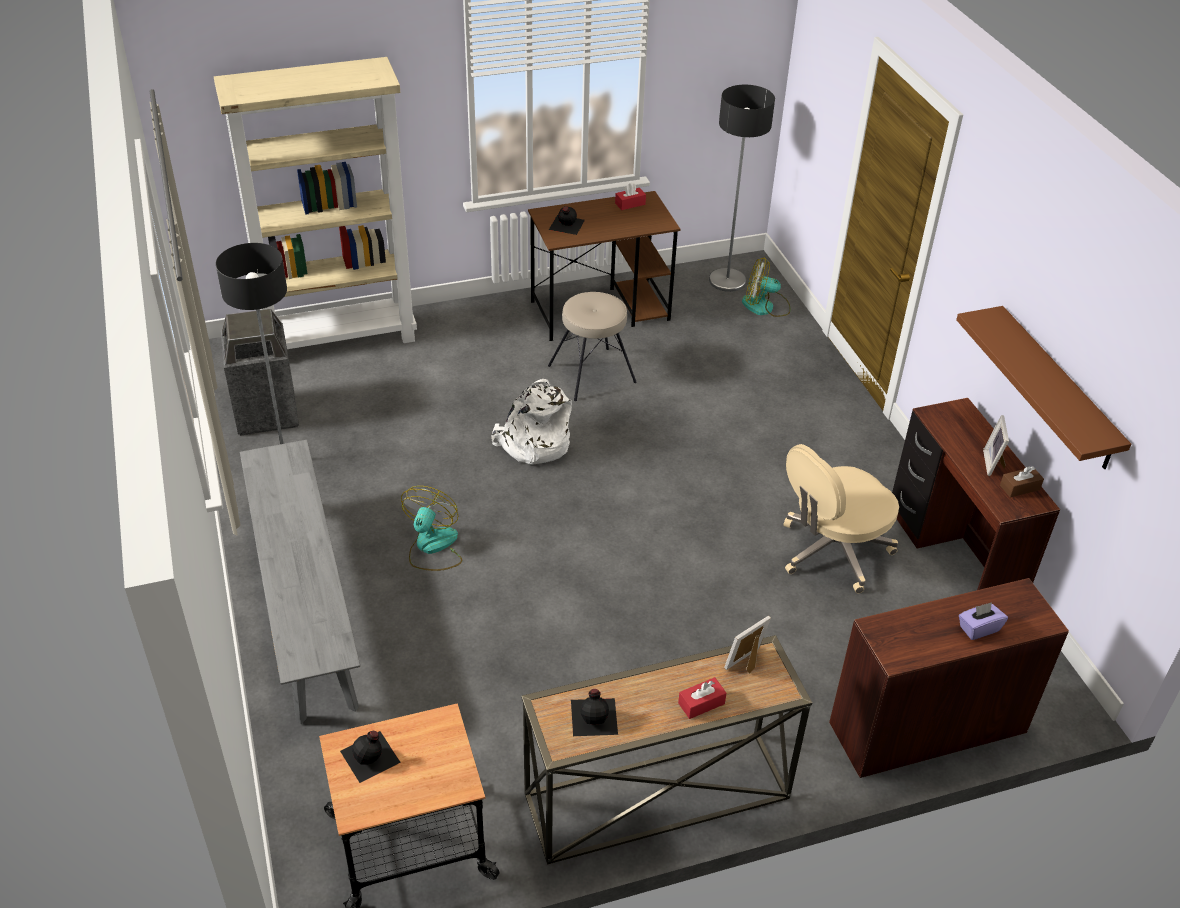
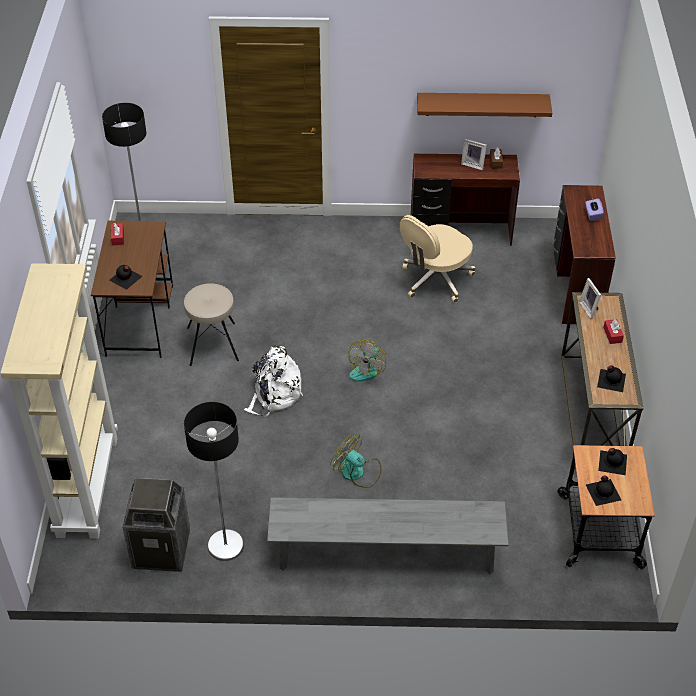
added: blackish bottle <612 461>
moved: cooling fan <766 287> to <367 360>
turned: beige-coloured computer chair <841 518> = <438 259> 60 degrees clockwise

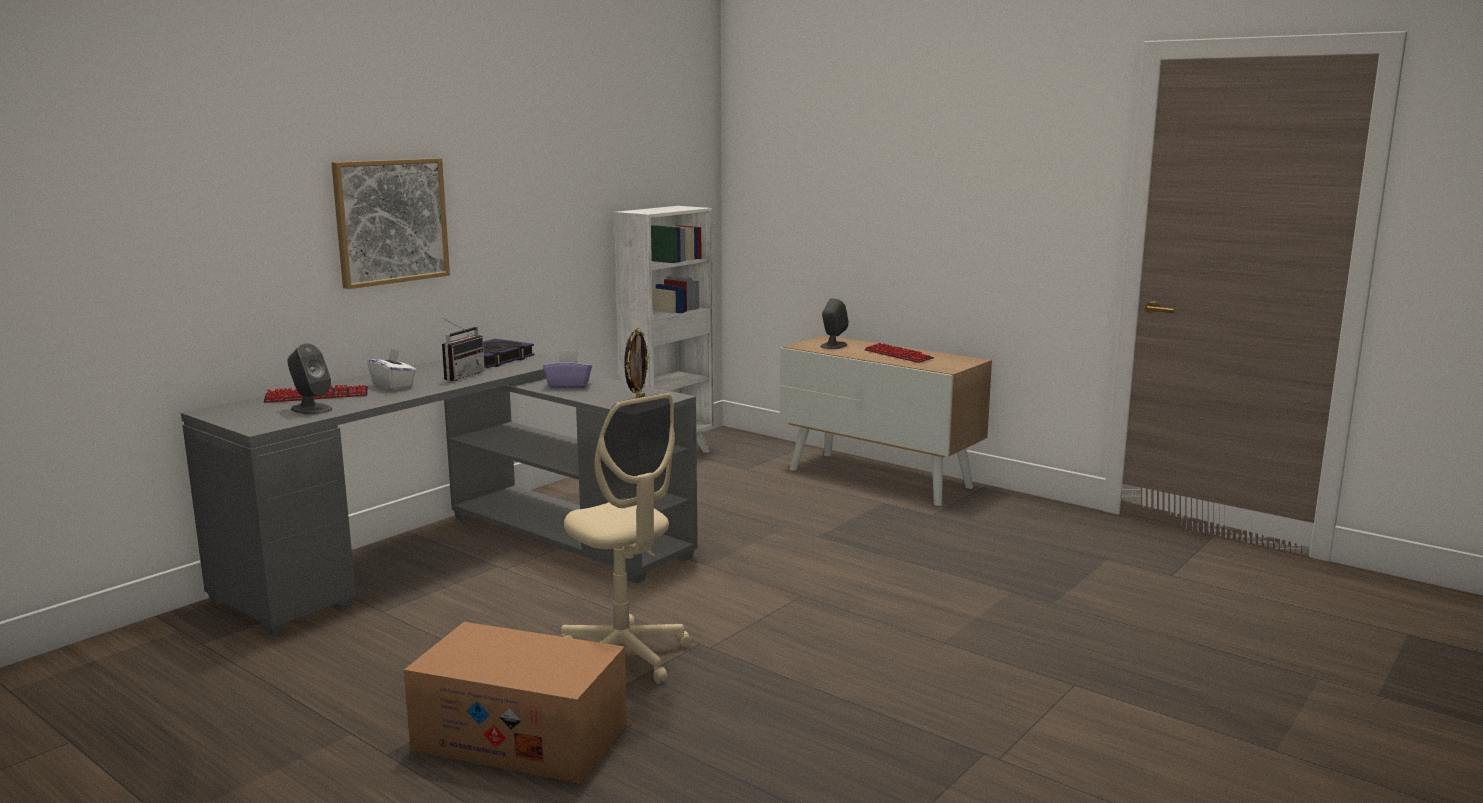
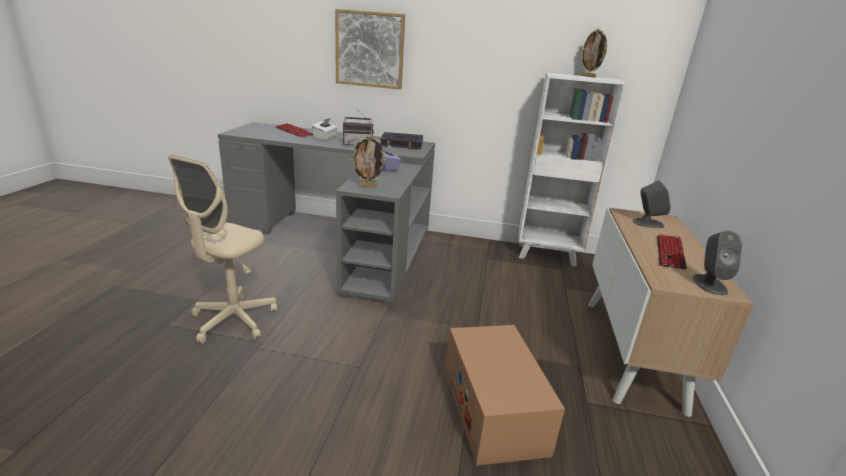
added: picture frame <594 53>
moved: greyish audio speaker <310 379> to <717 263>; cardboard box <515 703> to <505 395>

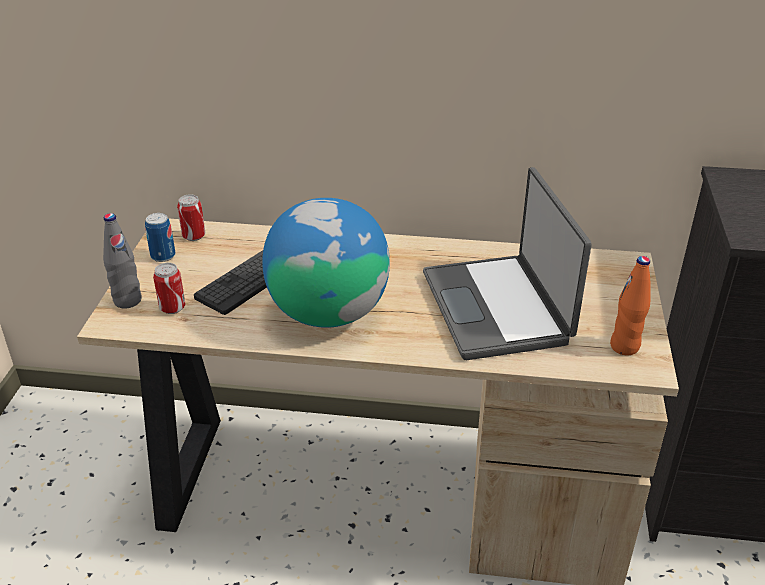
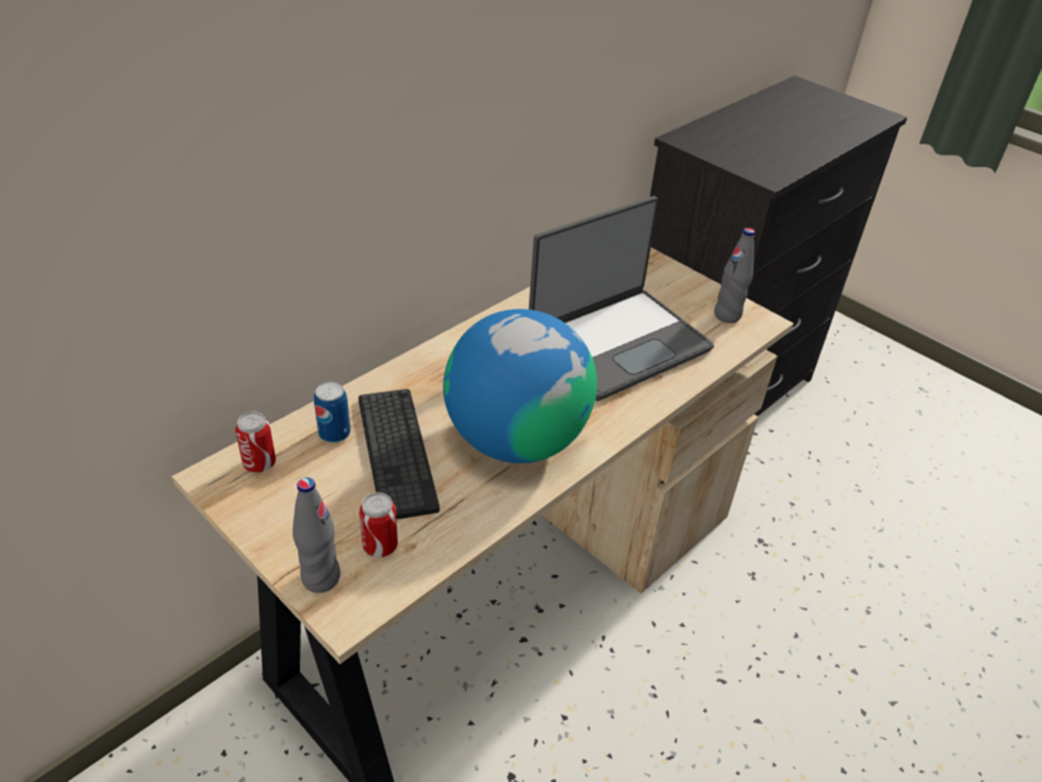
moved: metal can <160 237> to <332 412>
recoloured: orangey bottle <630 305> to greyish bottle <734 275>
turned: notebook computer <507 263> = <621 298> 60 degrees counterclockwise

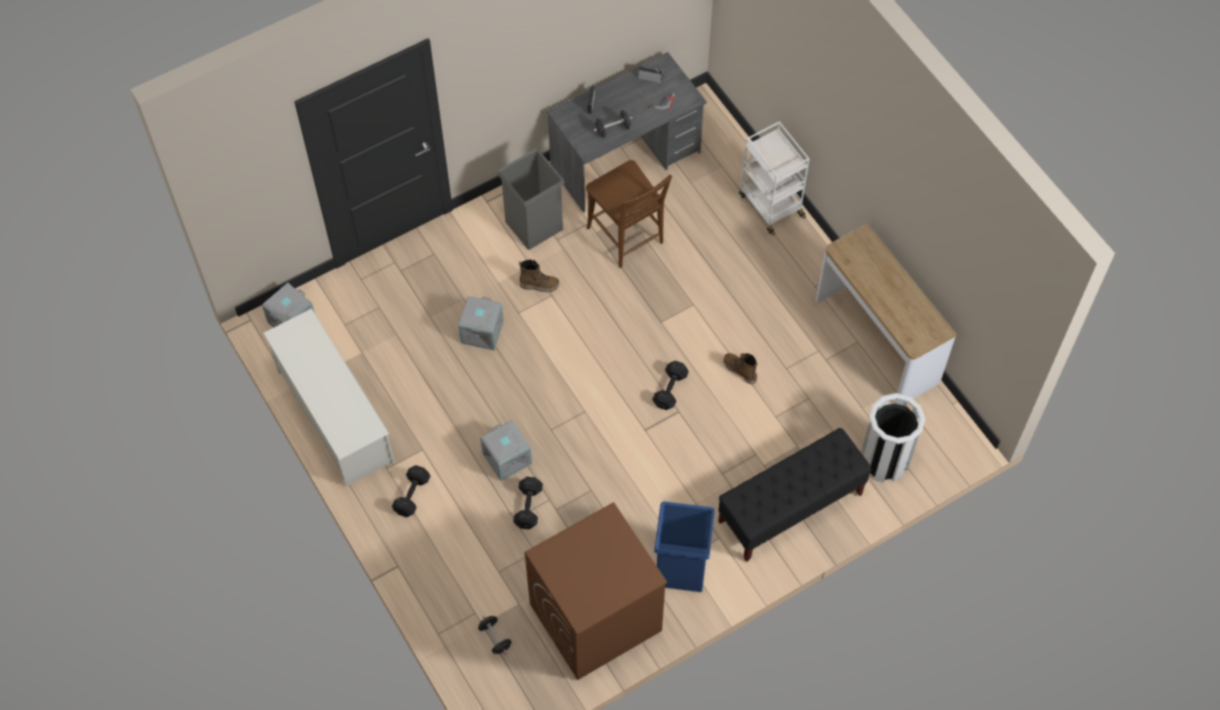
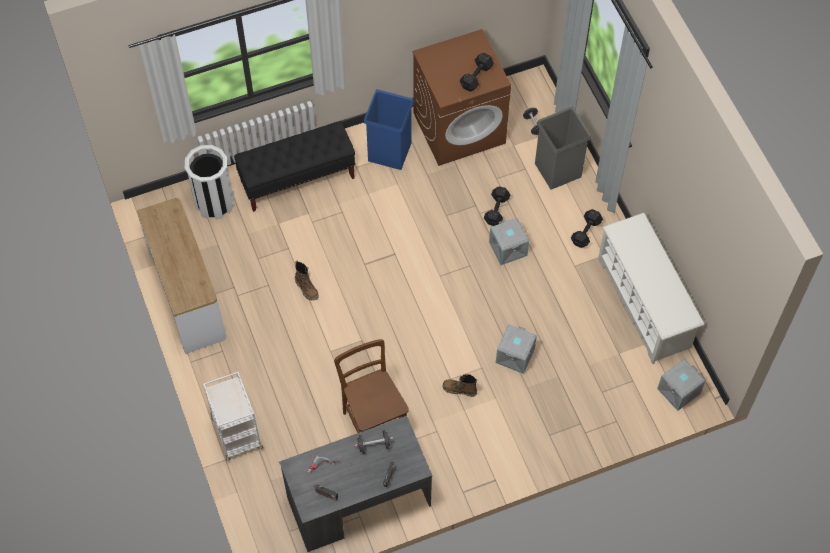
moved: greyish rubbish bin <531 199> to <563 148>; blackish dumbbell <670 385> to <477 72>

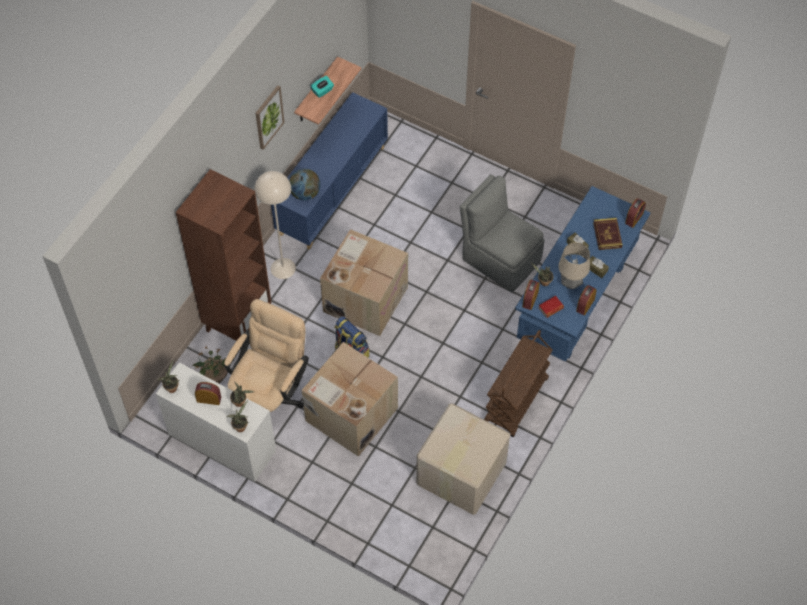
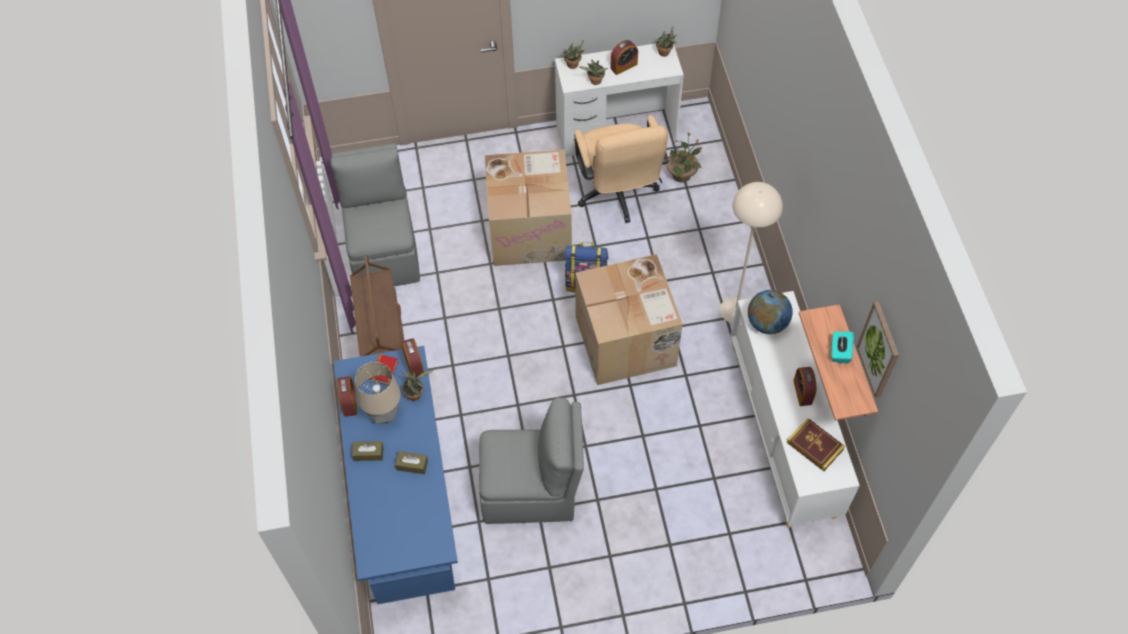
removed: brown-coloured shelving unit <224 255>
moved: wall art <270 117> to <878 350>; bedside clock <635 213> to <804 386>; bound book <607 234> to <816 444>
replaced: cardboard box <463 459> to greyish chair <375 215>
recoloured: bluish cupboard <329 171> to white cupboard <795 409>

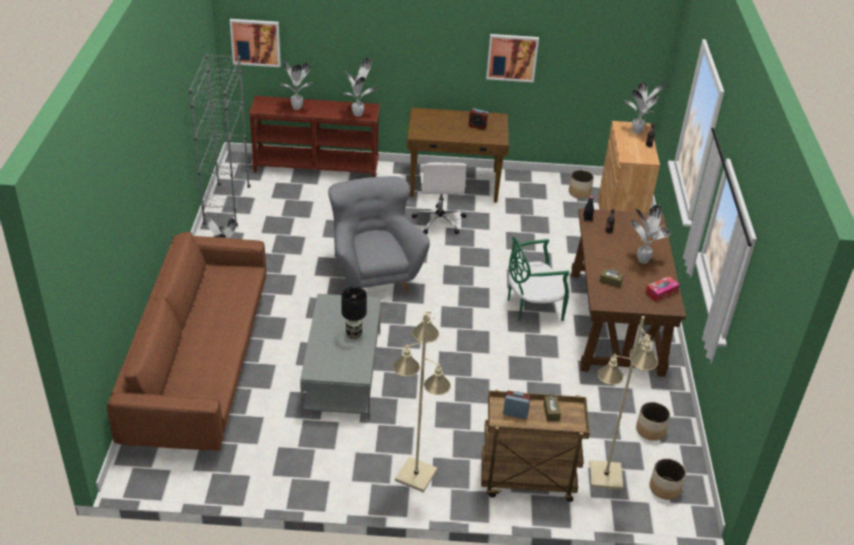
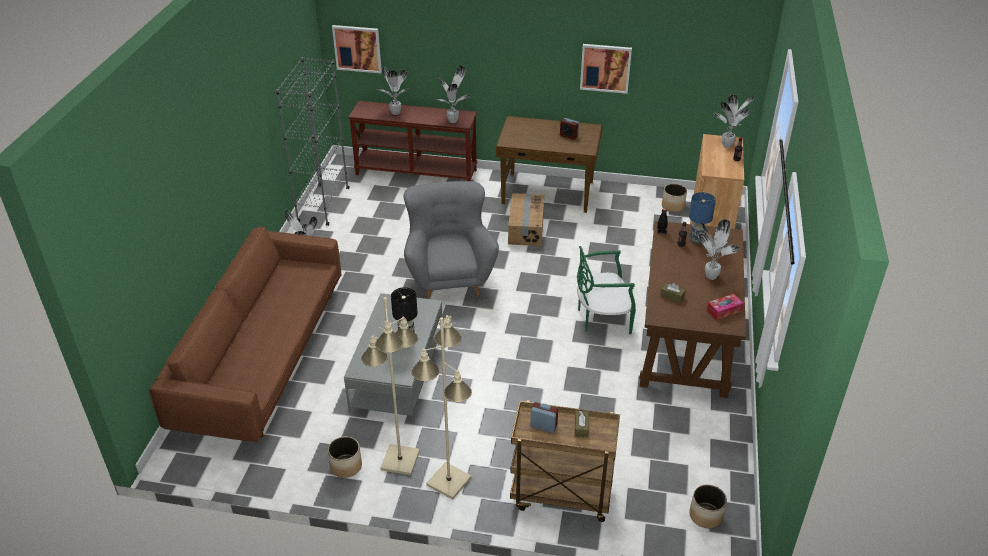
added: bluish table lamp <702 218>
moved: beige-coloured floor lamp <623 403> to <390 386>; planter <653 421> to <345 457>
replaced: white computer chair <439 198> to cardboard box <526 219>

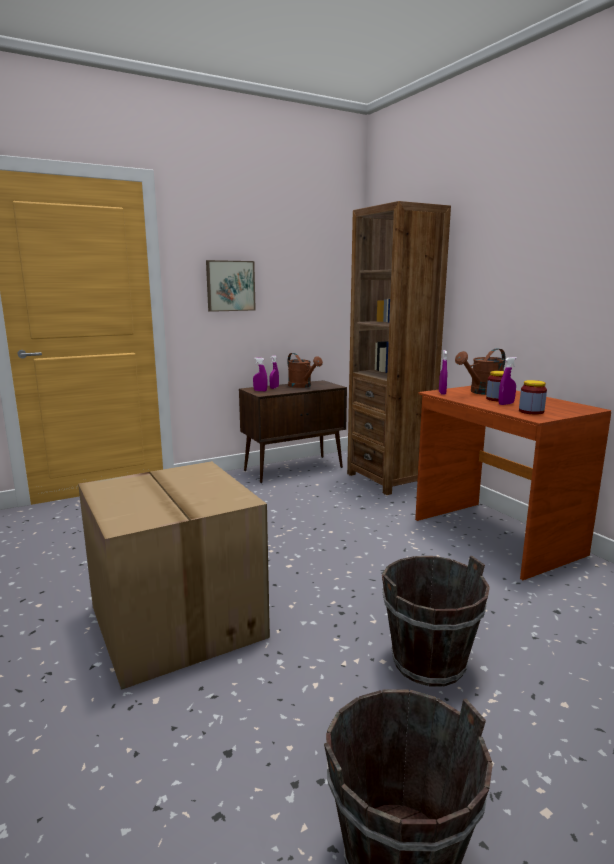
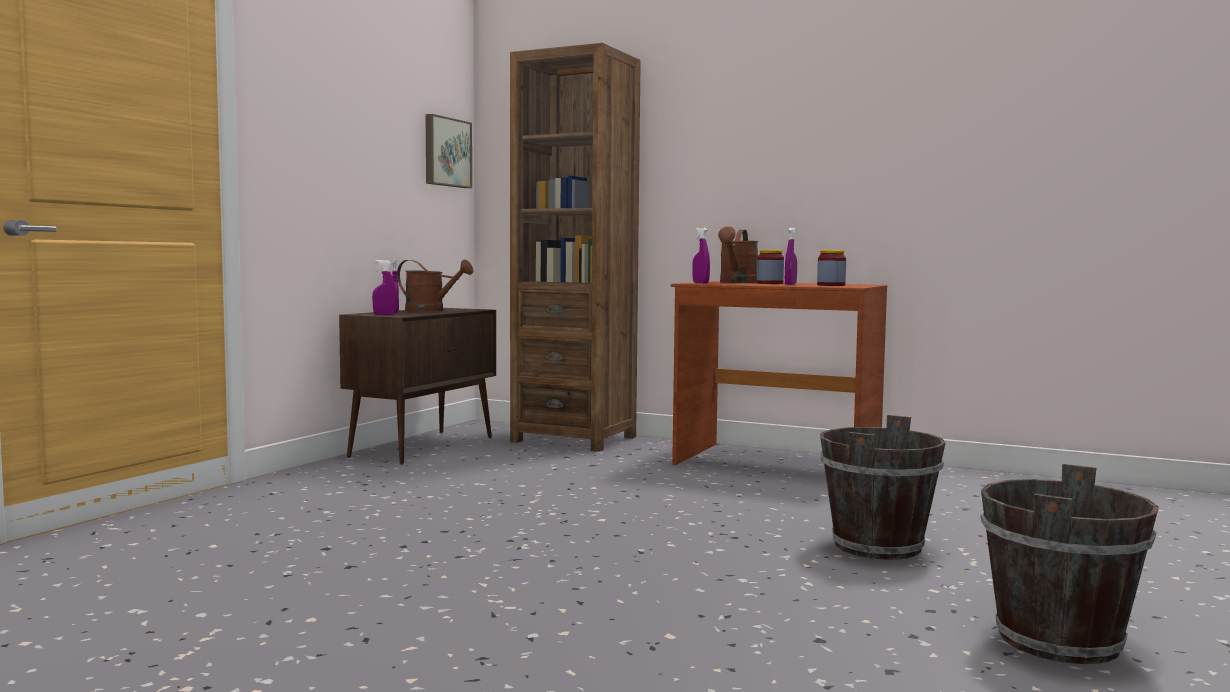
removed: cardboard box <174 575>
moved: wall art <231 286> to <448 151>

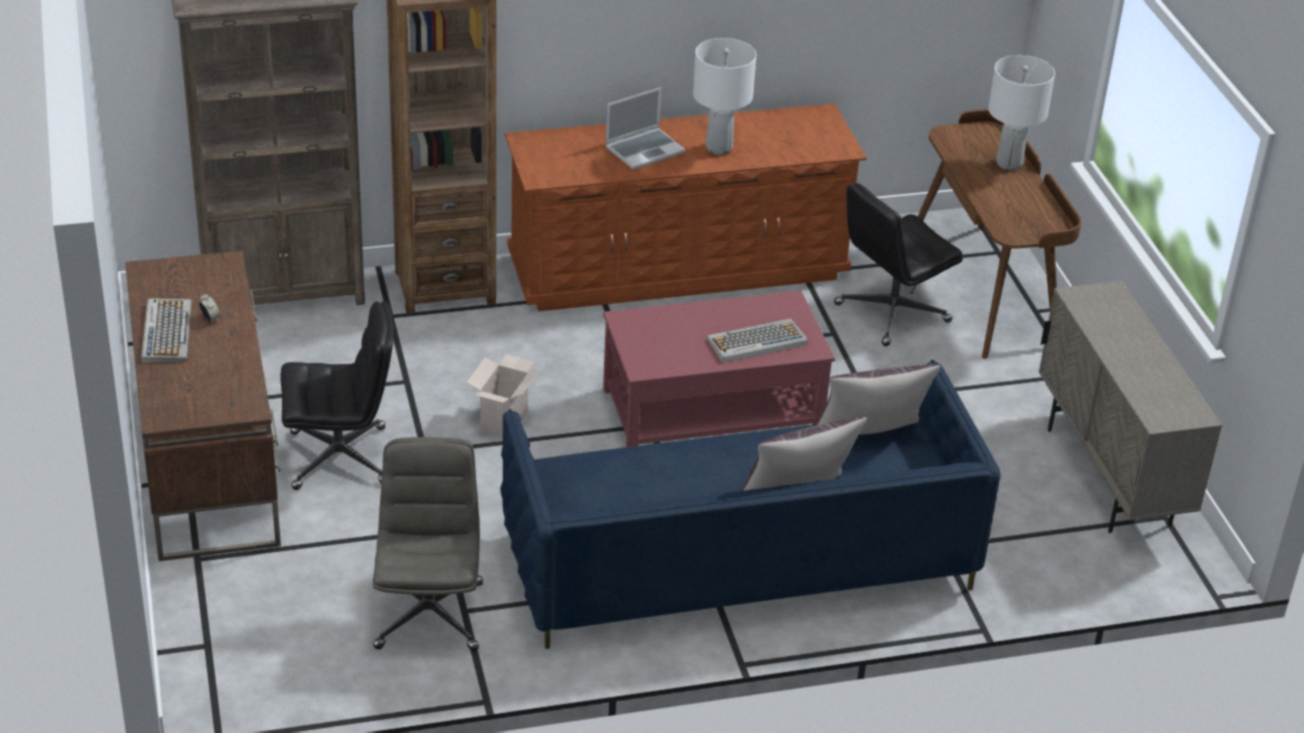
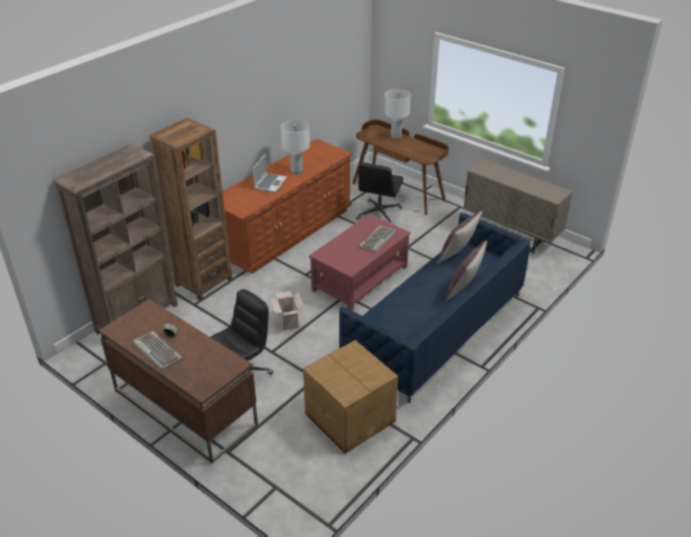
replaced: greyish computer chair <428 544> to cardboard box <350 397>

